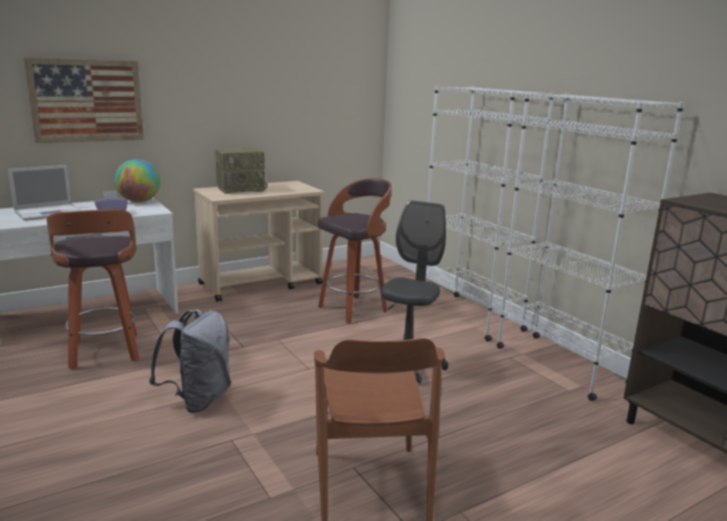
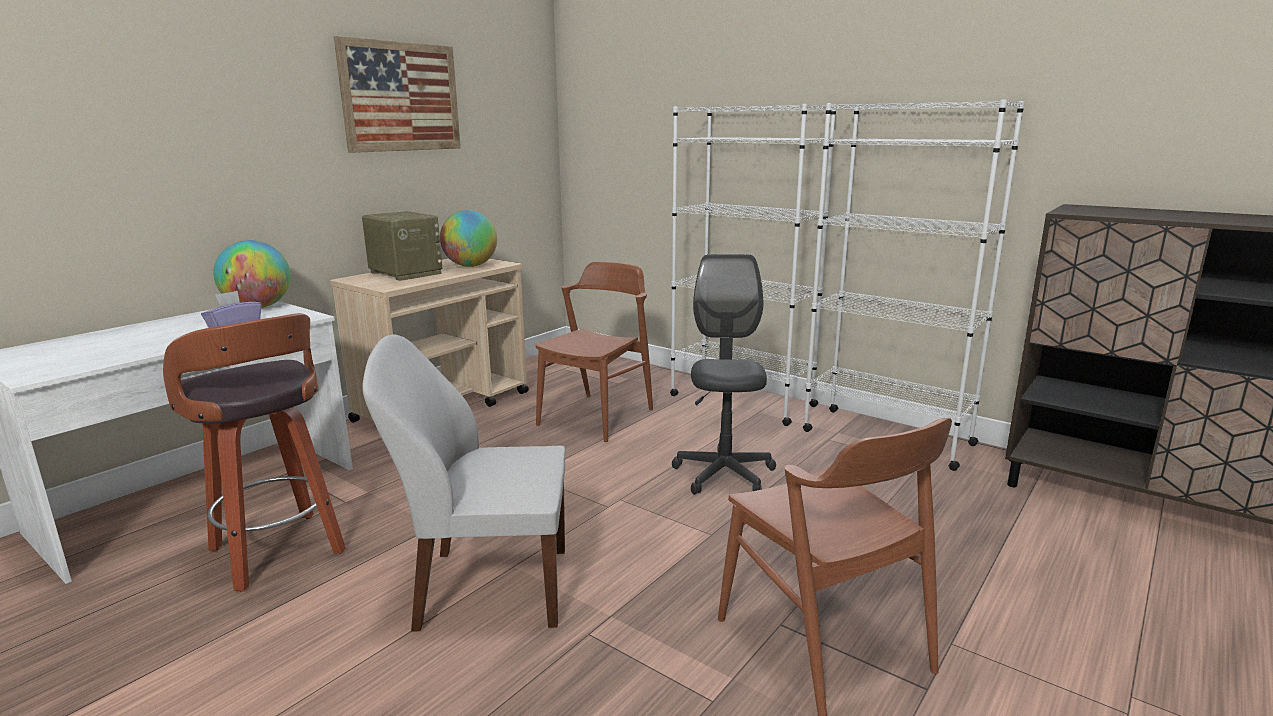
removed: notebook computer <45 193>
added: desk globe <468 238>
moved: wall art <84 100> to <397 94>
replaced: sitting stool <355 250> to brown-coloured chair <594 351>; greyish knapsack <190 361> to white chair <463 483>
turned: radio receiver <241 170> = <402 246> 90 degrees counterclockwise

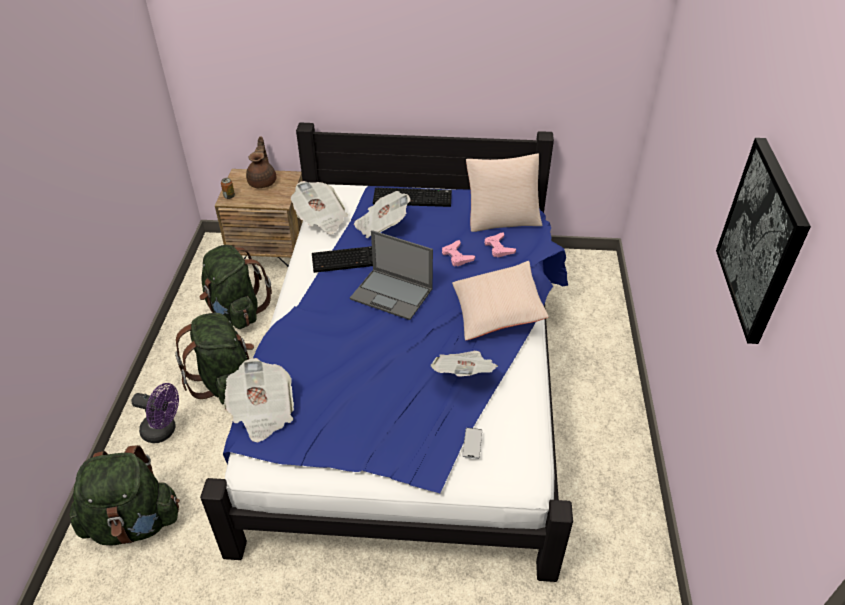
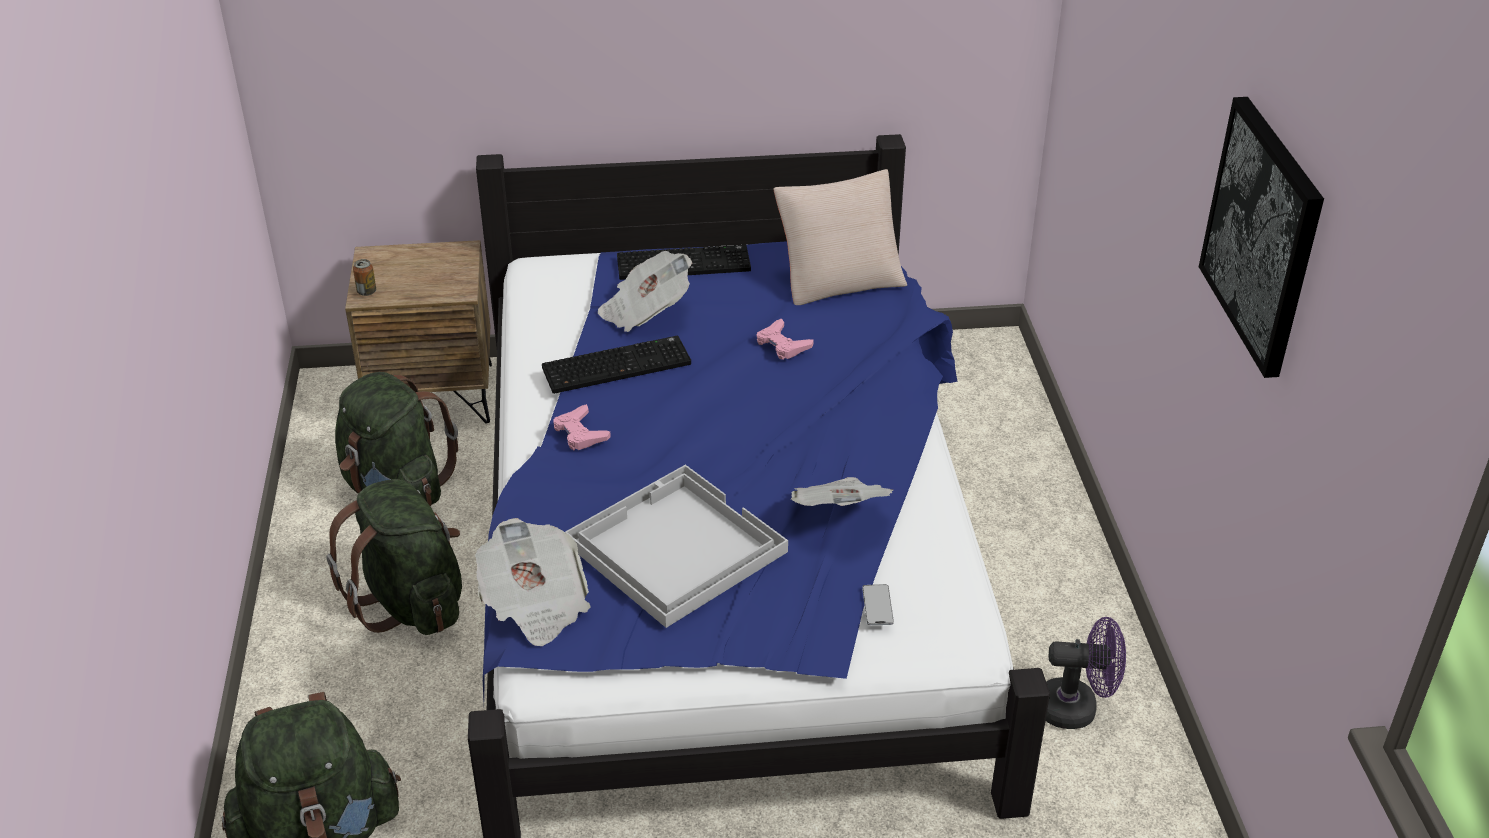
removed: brown-coloured tea pot <261 162>; newspaper <319 207>; notebook computer <391 275>; beige-coloured cushion <500 301>
added: white carrying tray <676 546>
moved: pinkish joypad <500 245> to <582 427>; purple cooling fan <155 413> to <1086 673>

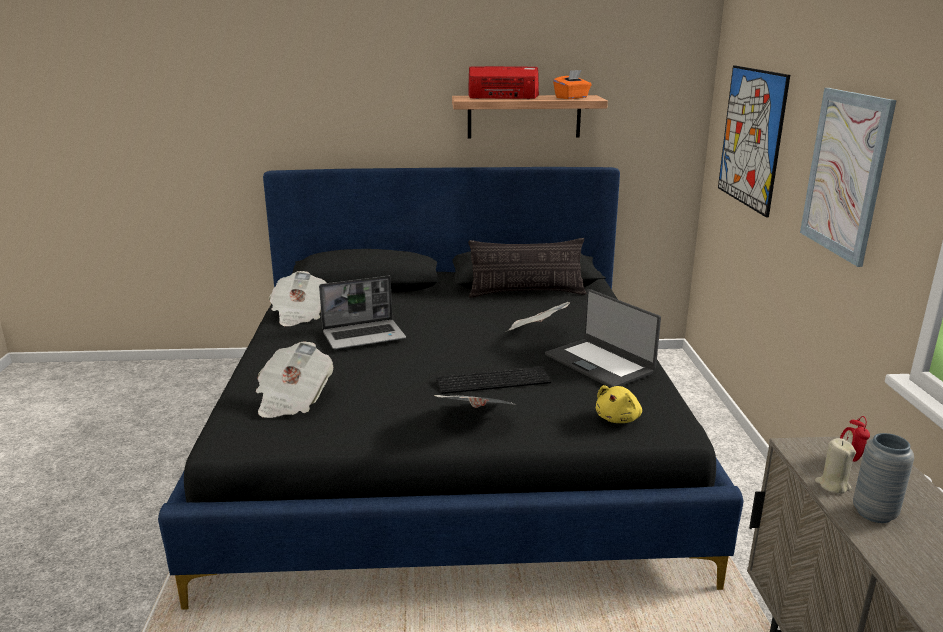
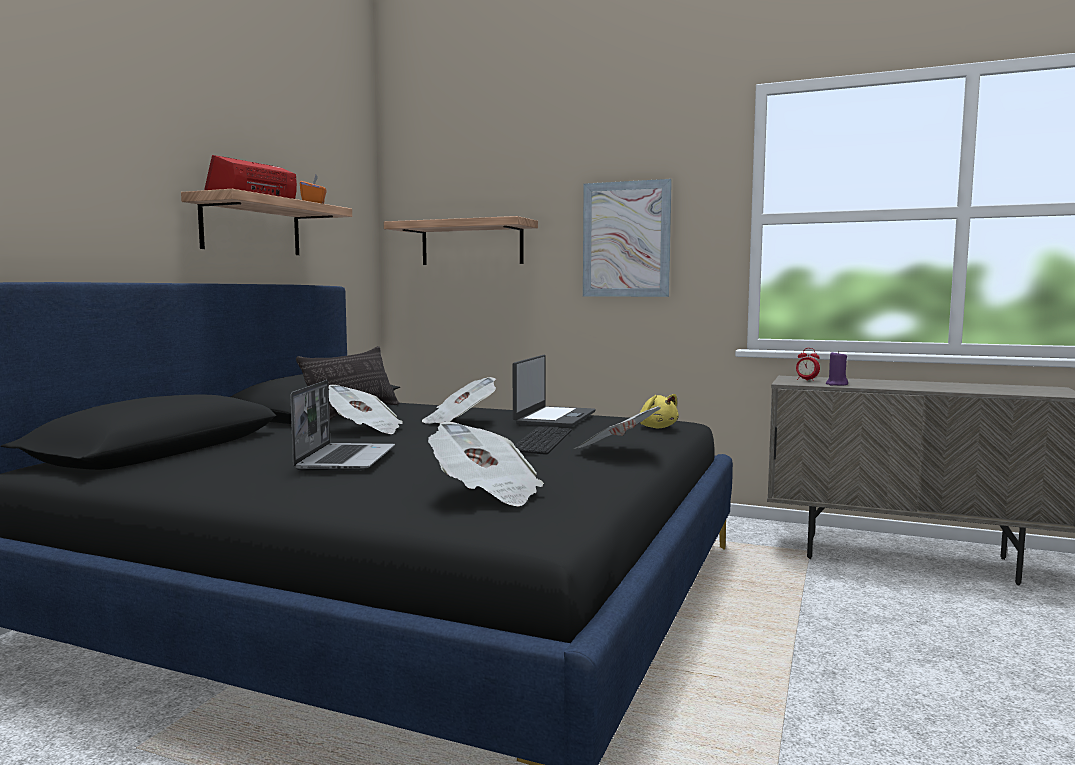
removed: greyish flower vase <883 478>
moved: newspaper <297 298> to <366 409>
replaced: wall art <754 141> to wall shelf <461 240>
recoloured: beige-coloured candle <835 466> to purple candle <837 368>
turned: notebook computer <603 338> = <554 391> 60 degrees counterclockwise

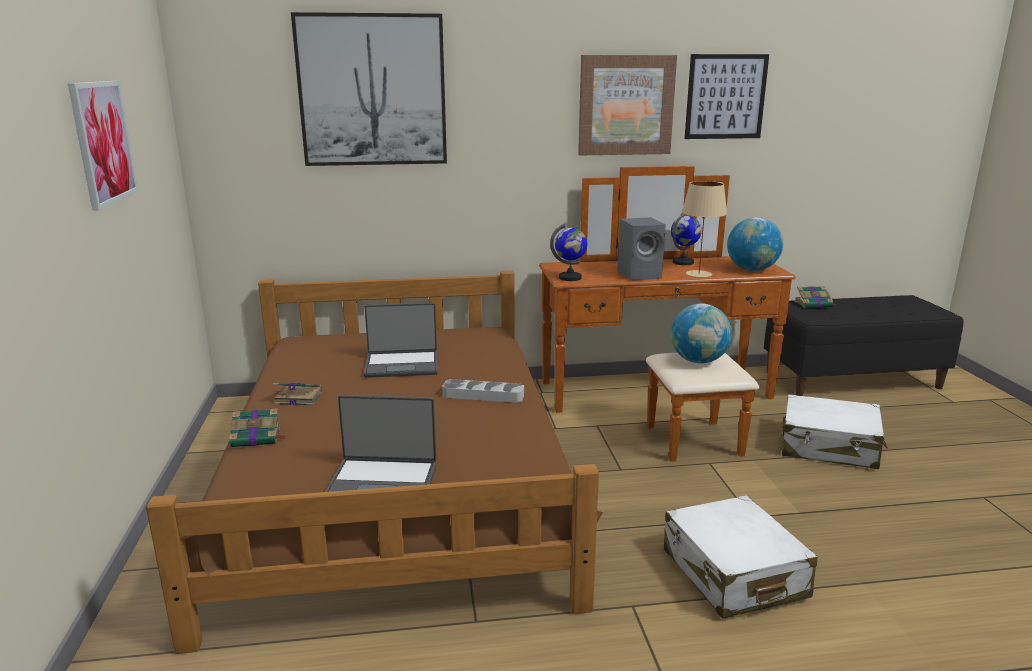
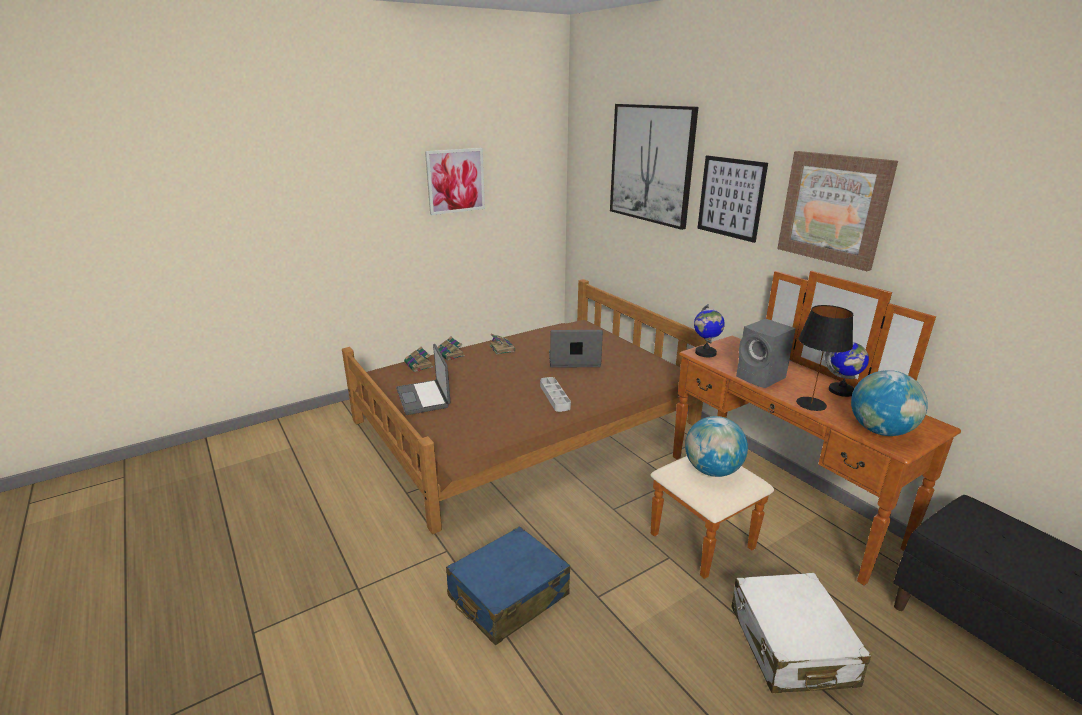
moved: wall art <727 96> to <732 199>; bound book <815 297> to <418 359>
recoloured: beige-coloured table lamp <704 229> to blackish table lamp <824 358>; white travel case <741 557> to bluish travel case <508 585>
turned: notebook computer <401 340> = <576 349> 120 degrees clockwise

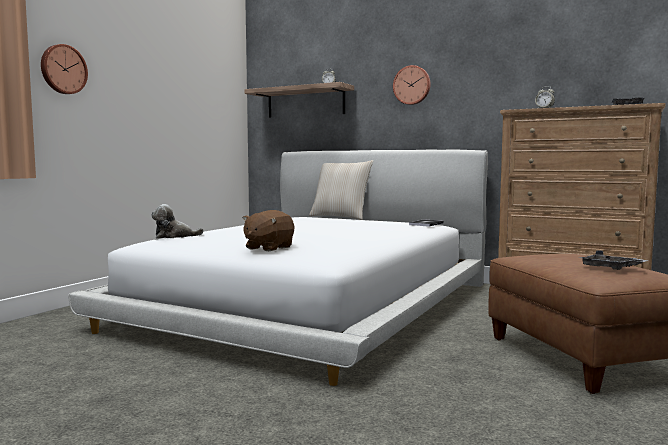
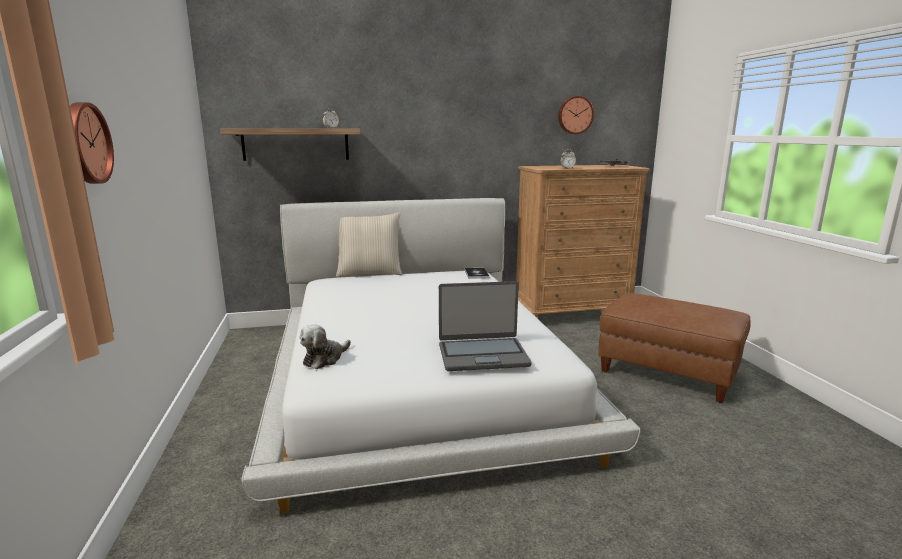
removed: greyish carrying tray <614 260>
moved: wall clock <412 85> to <576 115>
replaced: brown-coloured soft toy <268 230> to notebook computer <485 326>

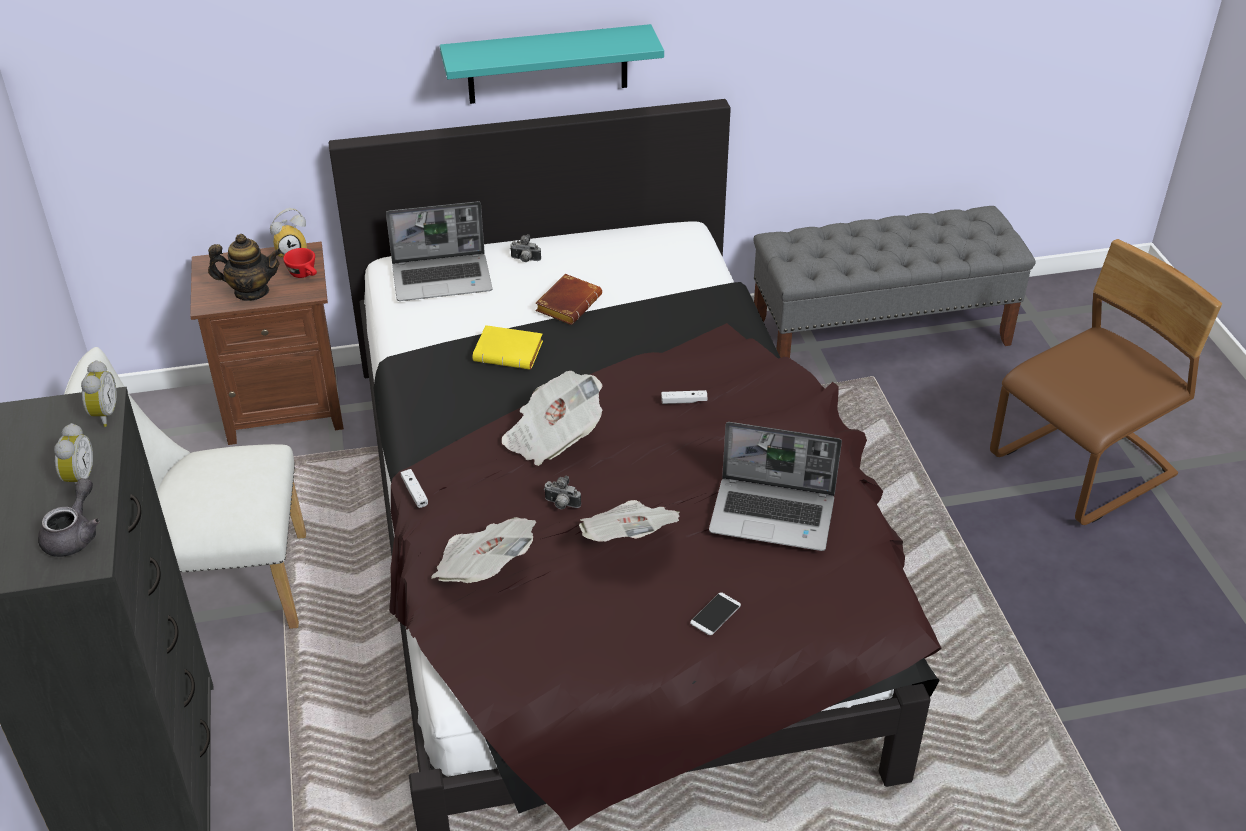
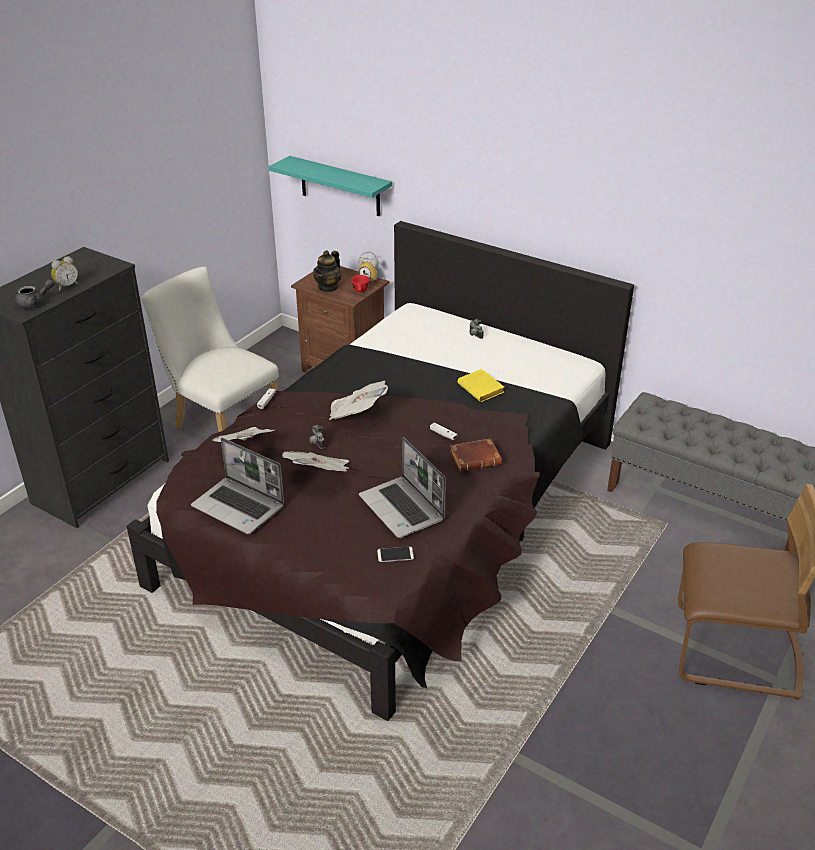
removed: bedside clock <99 393>
moved: turquoise wall shelf <552 64> to <330 186>; notebook computer <439 251> to <237 486>; brown-coloured bound book <568 299> to <476 455>; yellow bound book <508 347> to <481 385>; handset <715 613> to <395 554>
turned: tea pot <245 267> = <327 271> 75 degrees clockwise

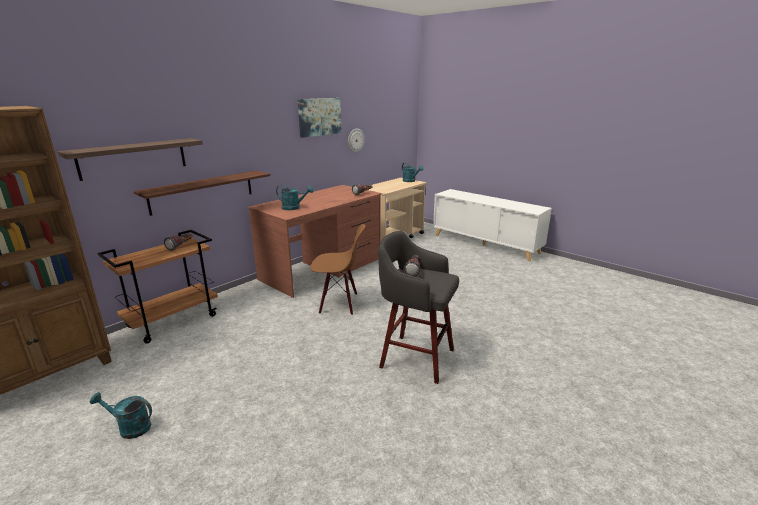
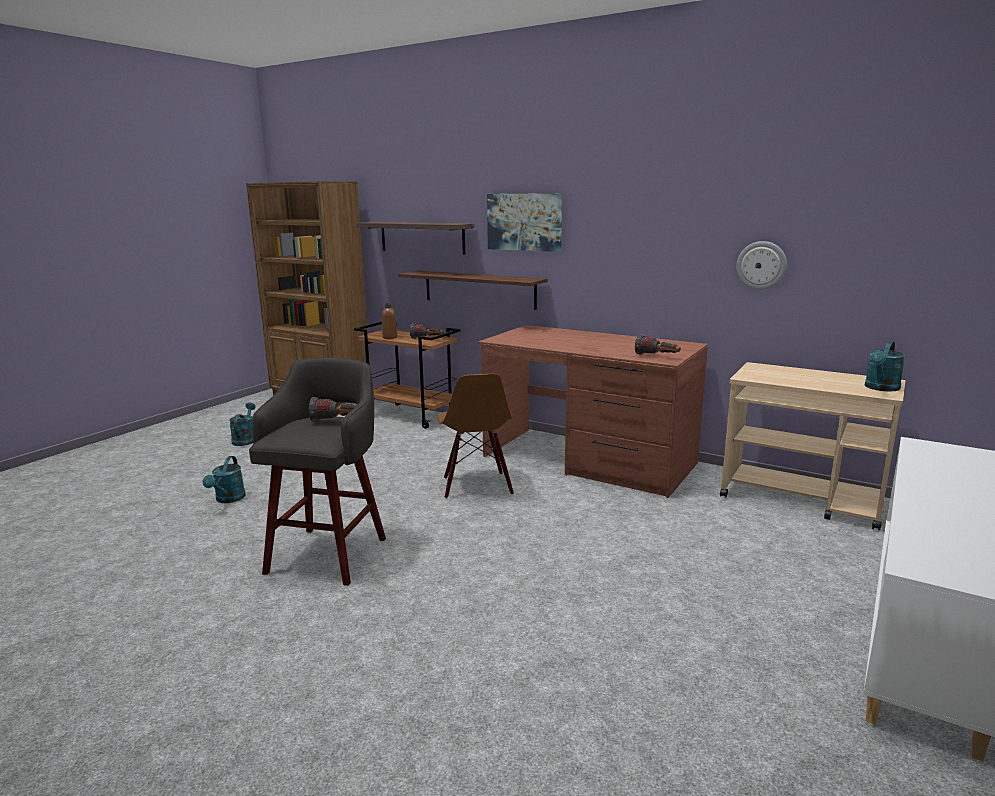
added: brown-coloured bottle <389 321>
moved: wall art <319 118> to <524 222>; turquoise sprinkling can <295 197> to <223 479>

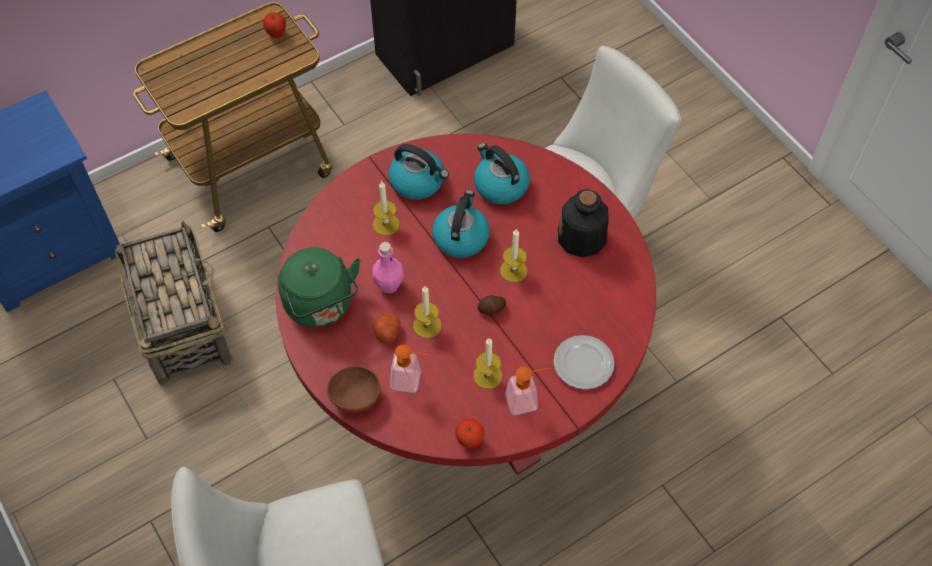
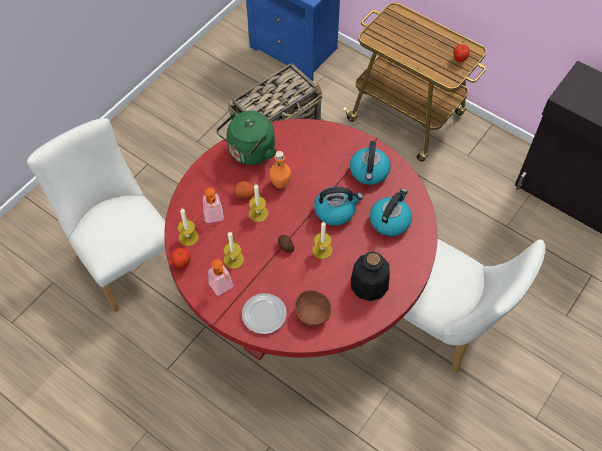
moved: candle <386 209> to <188 227>; brown-coloured deep dish <353 389> to <313 308>
recoloured: pinkish bottle <388 267> to orangey bottle <280 170>

